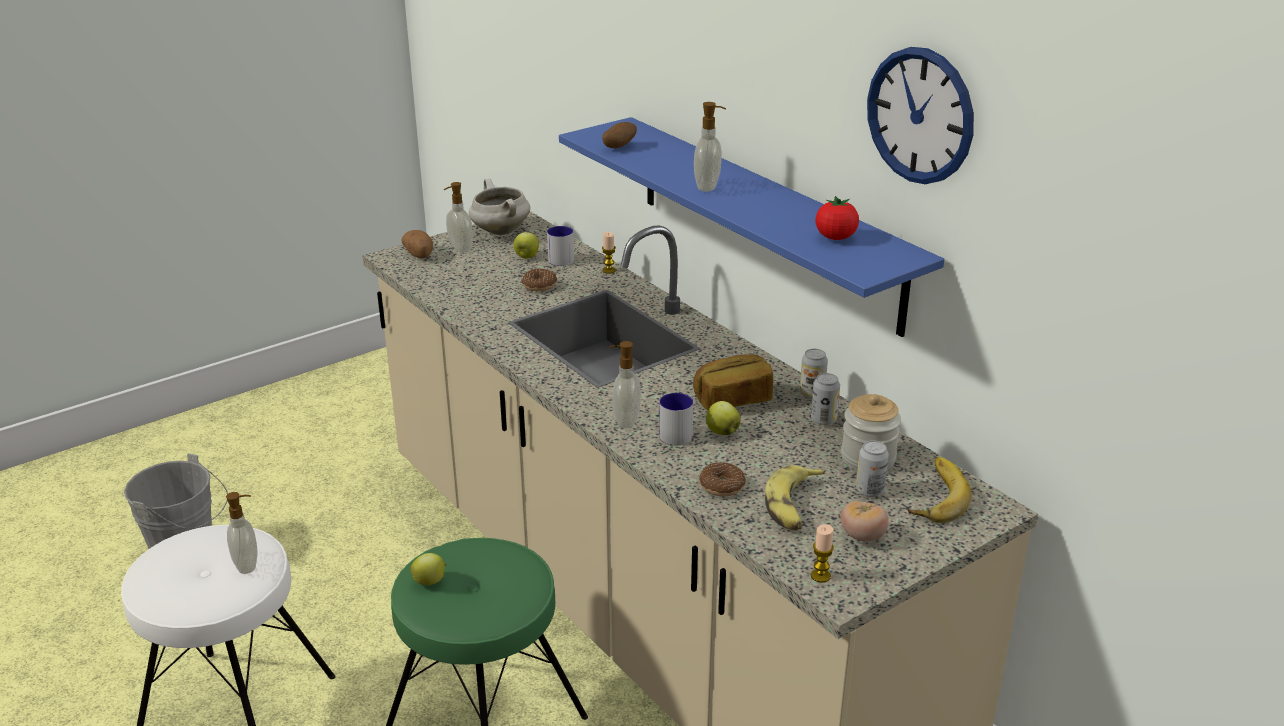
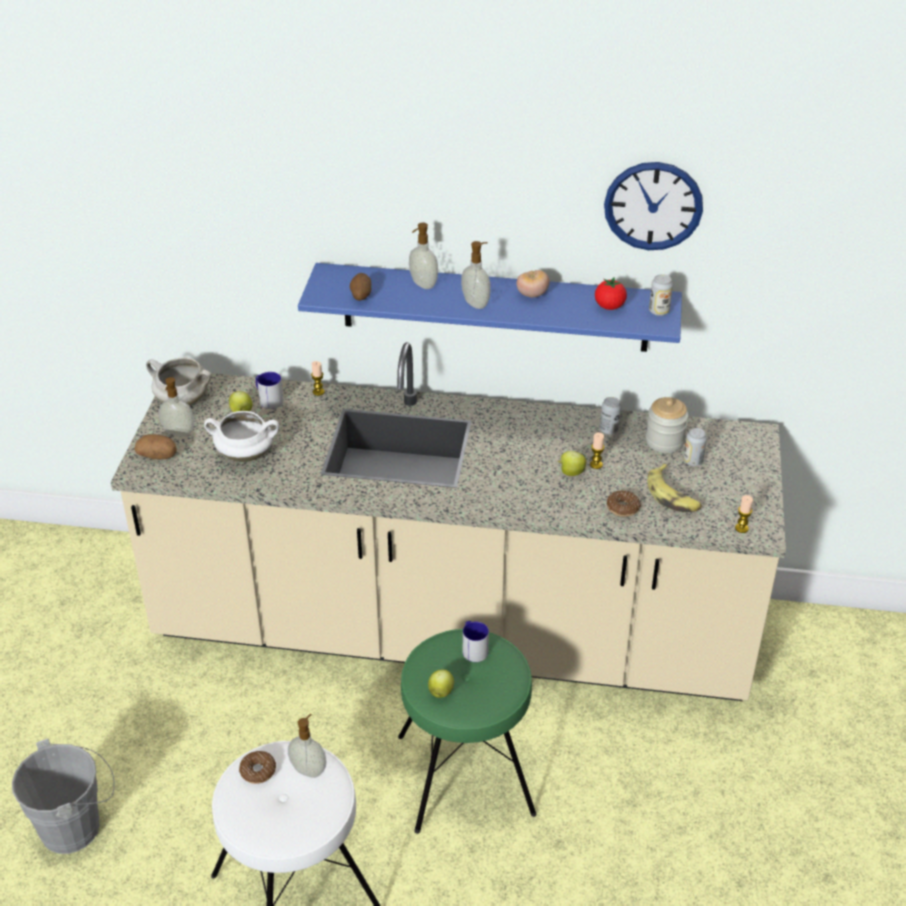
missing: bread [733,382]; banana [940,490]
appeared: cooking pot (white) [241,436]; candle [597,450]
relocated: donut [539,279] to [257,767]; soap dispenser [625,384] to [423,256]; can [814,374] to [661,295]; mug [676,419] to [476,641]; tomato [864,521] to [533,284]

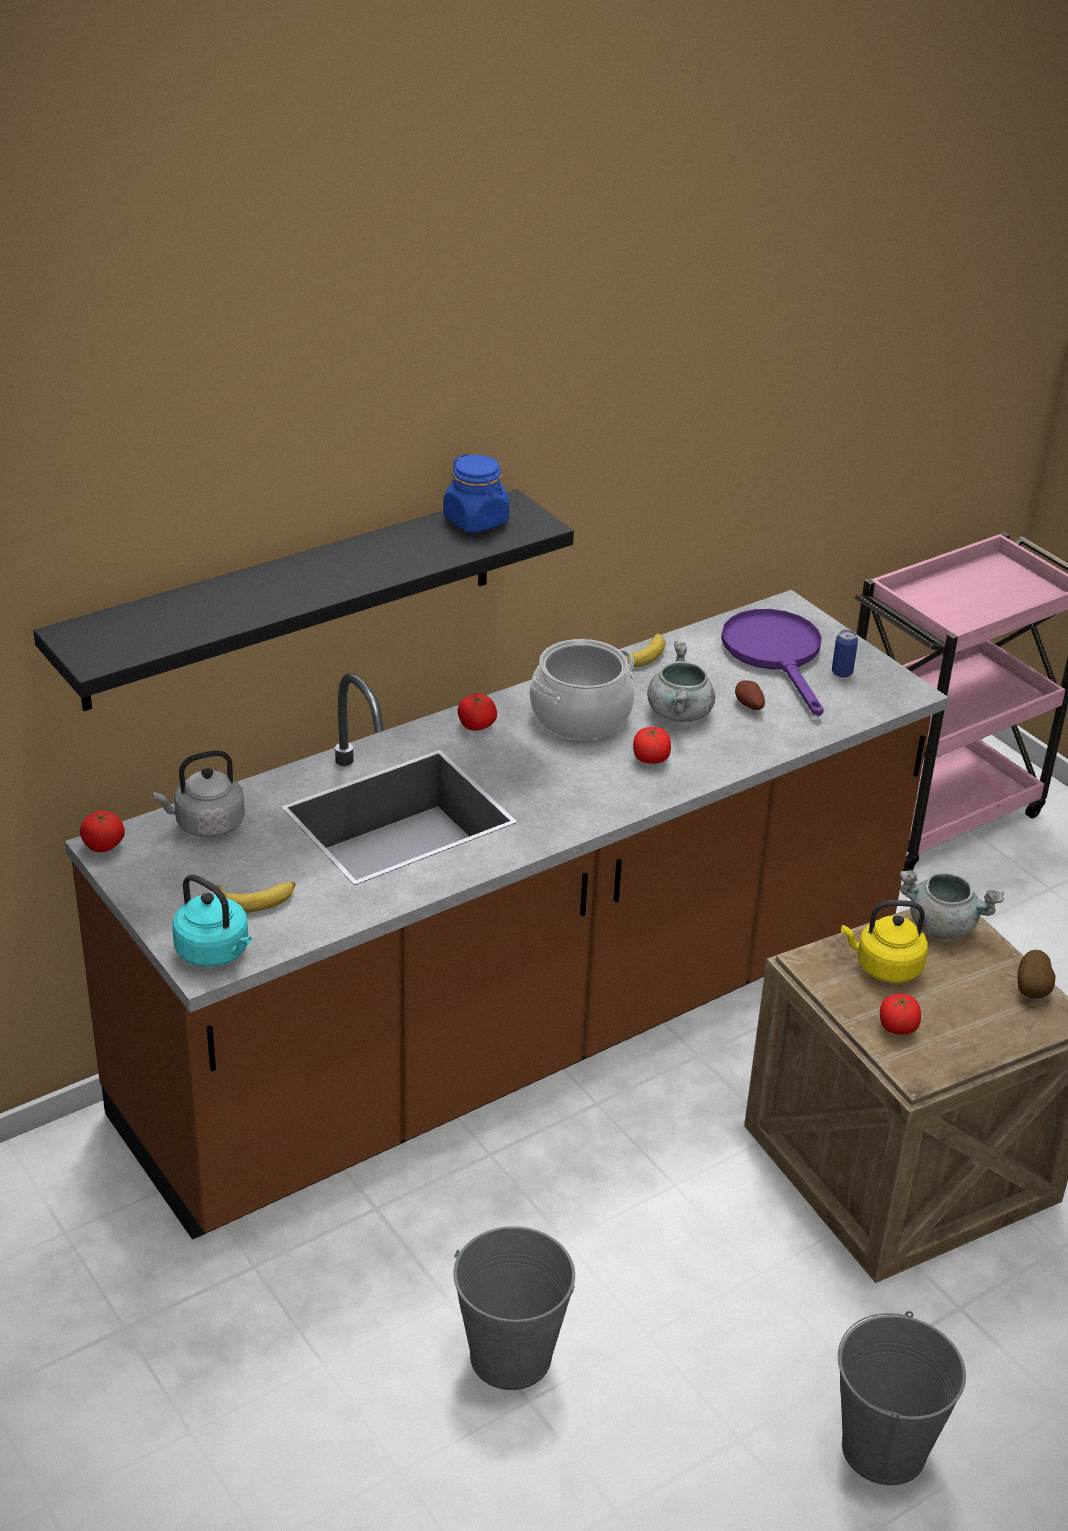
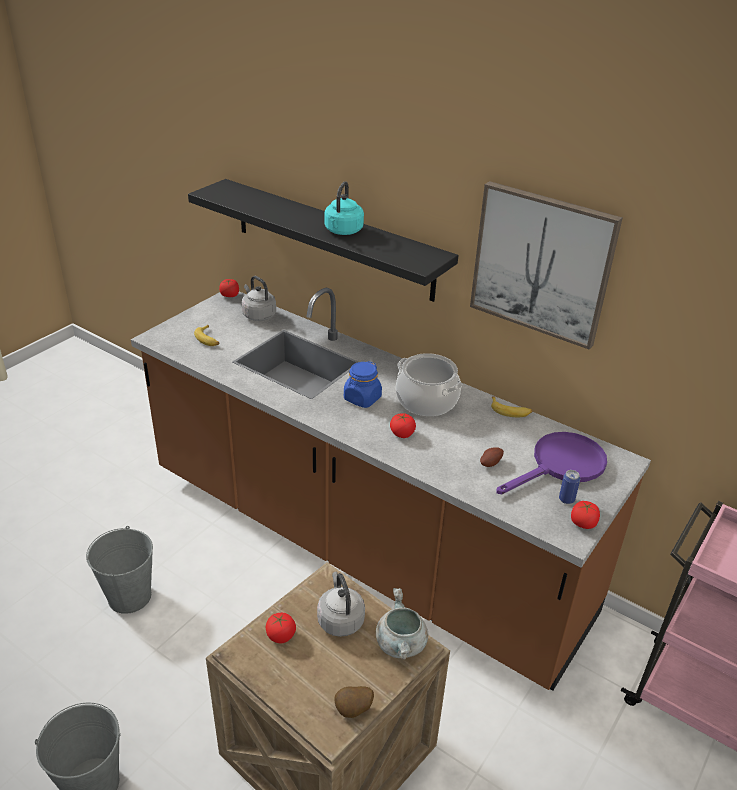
missing: cooking pot (grey) [681,681]
appeared: picture [546,265]
relocated: jar (blue) [476,493] to [363,384]; tomato [477,712] to [585,515]; kettle (turquoise) [212,920] to [344,208]
colour: kettle (yellow) [884,941] to kettle (grey) [341,604]

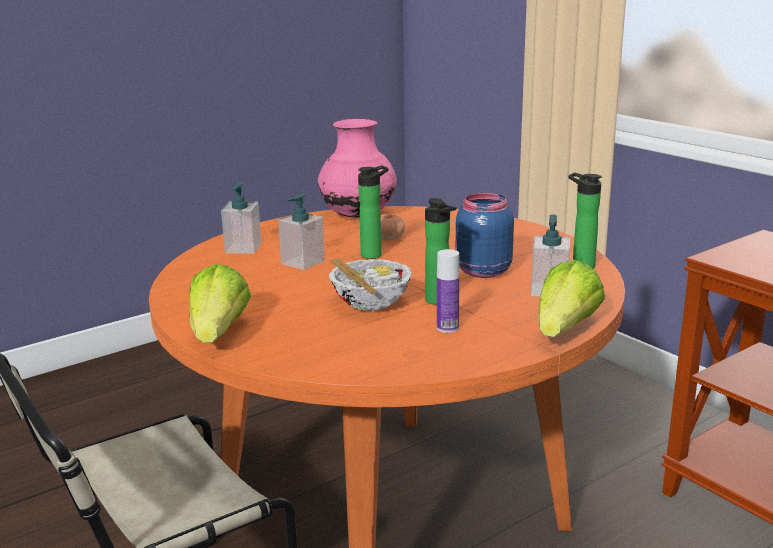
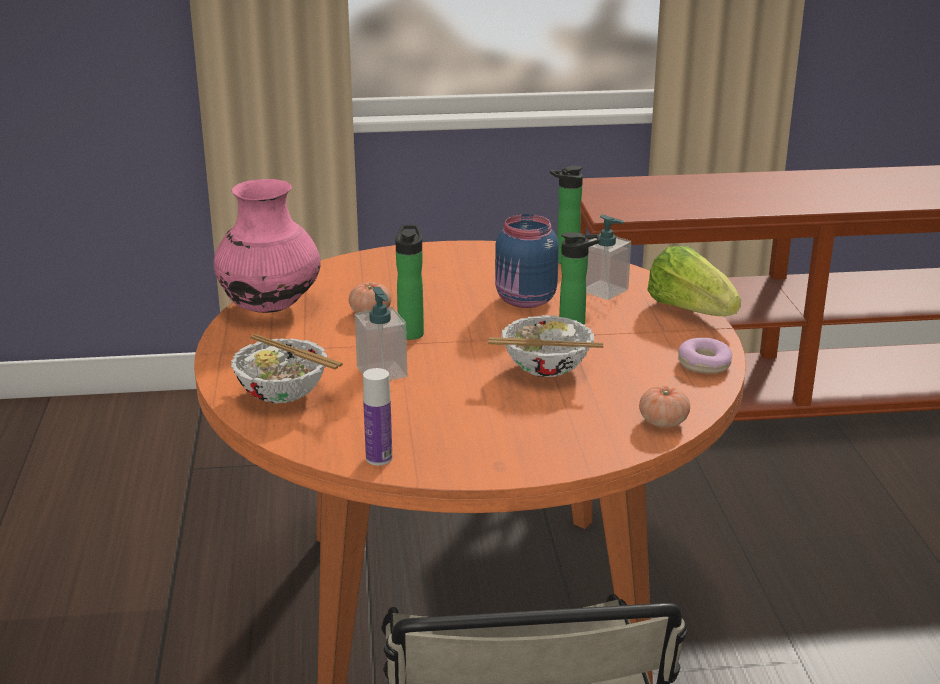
missing: lettuce [220,303]
appeared: donut [705,356]; tomato [664,406]
relocated: bottle [448,291] to [377,416]
exchanged: soap dispenser [241,218] to bowl [287,368]

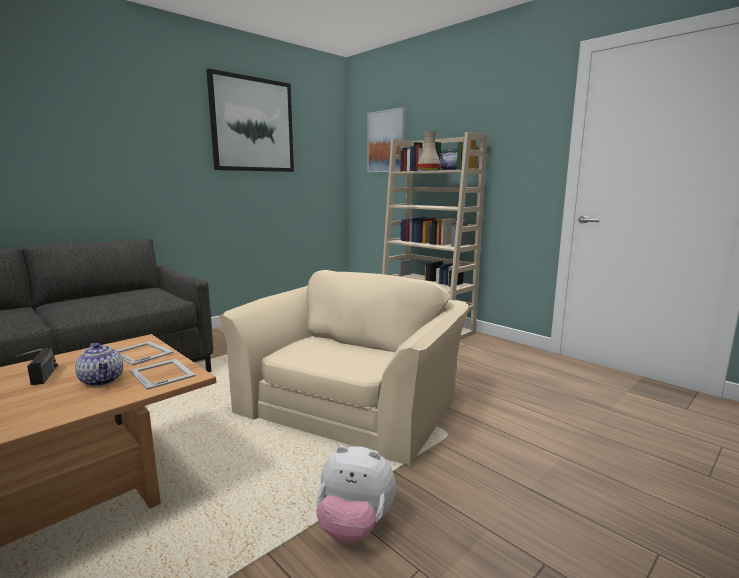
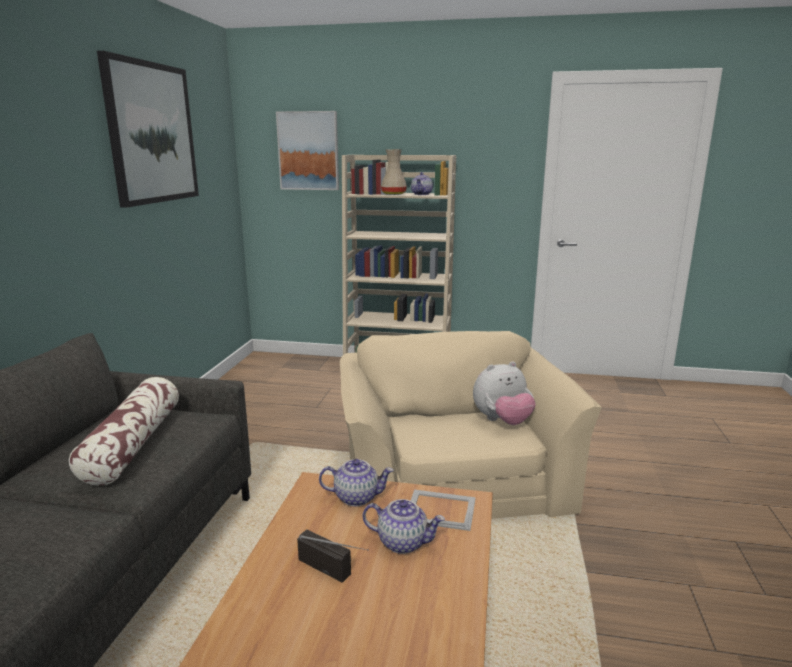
appeared: pillow [124,431]
relocated: plush toy [356,494] to [504,393]
exchanged: picture frame [145,353] to teapot [356,482]

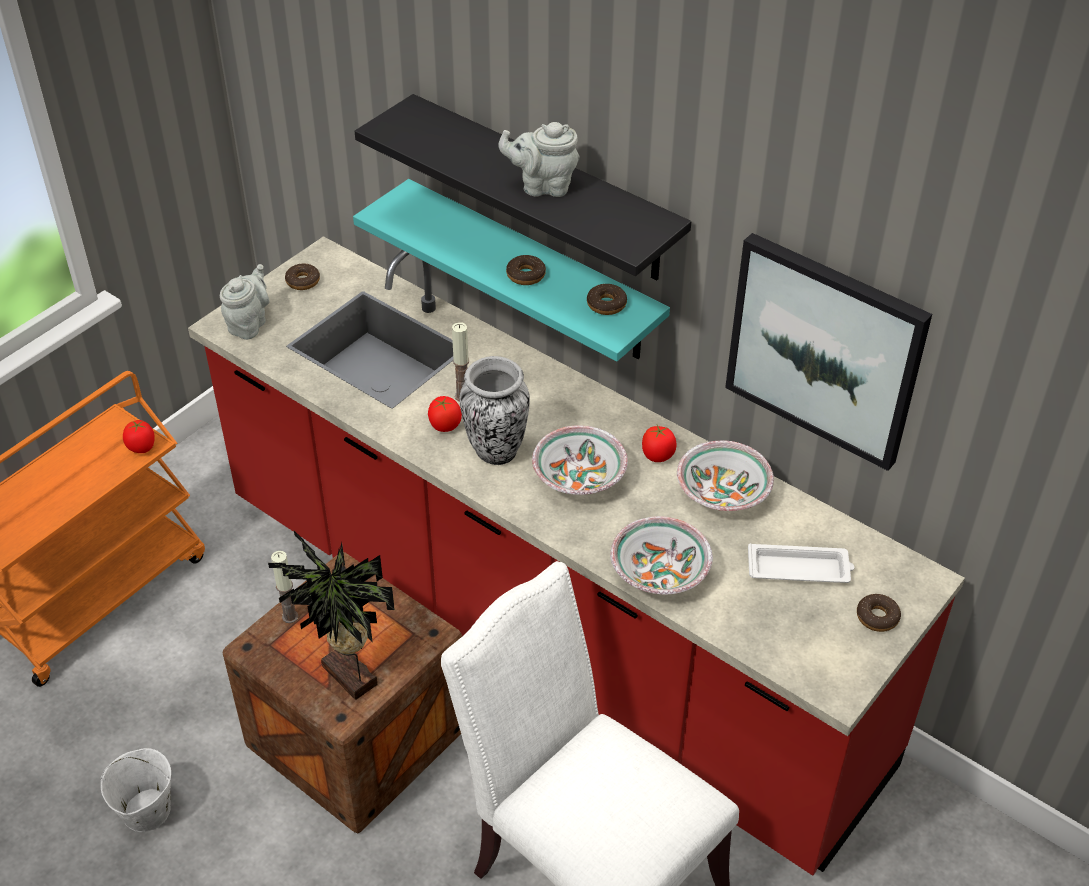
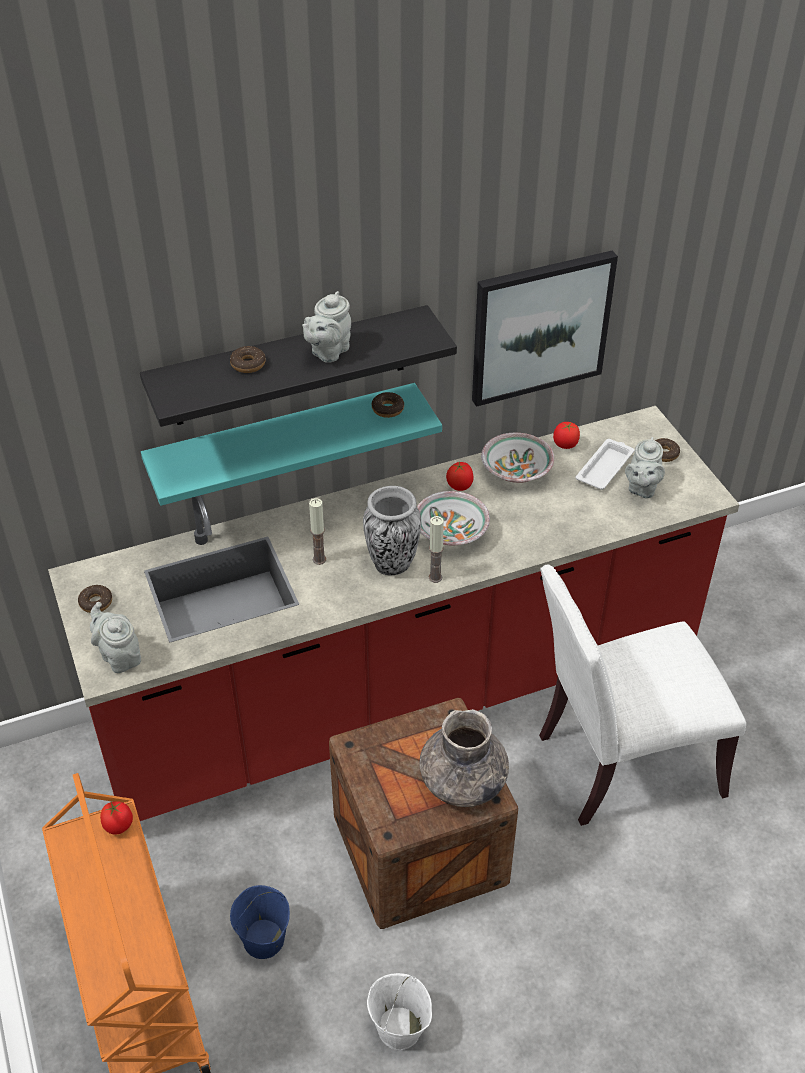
missing: bowl [661,555]
appeared: teapot (grey) [645,468]; bucket (blue) [260,922]
relocated: donut [526,270] to [248,359]; tomato [445,414] to [566,435]; candle [284,587] to [436,549]
exchanged: potted plant [331,615] to vase (grey) [464,758]

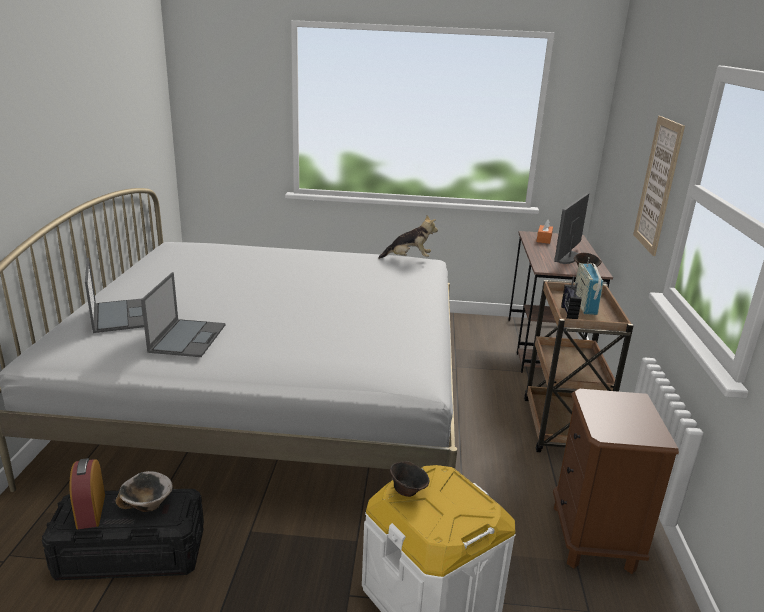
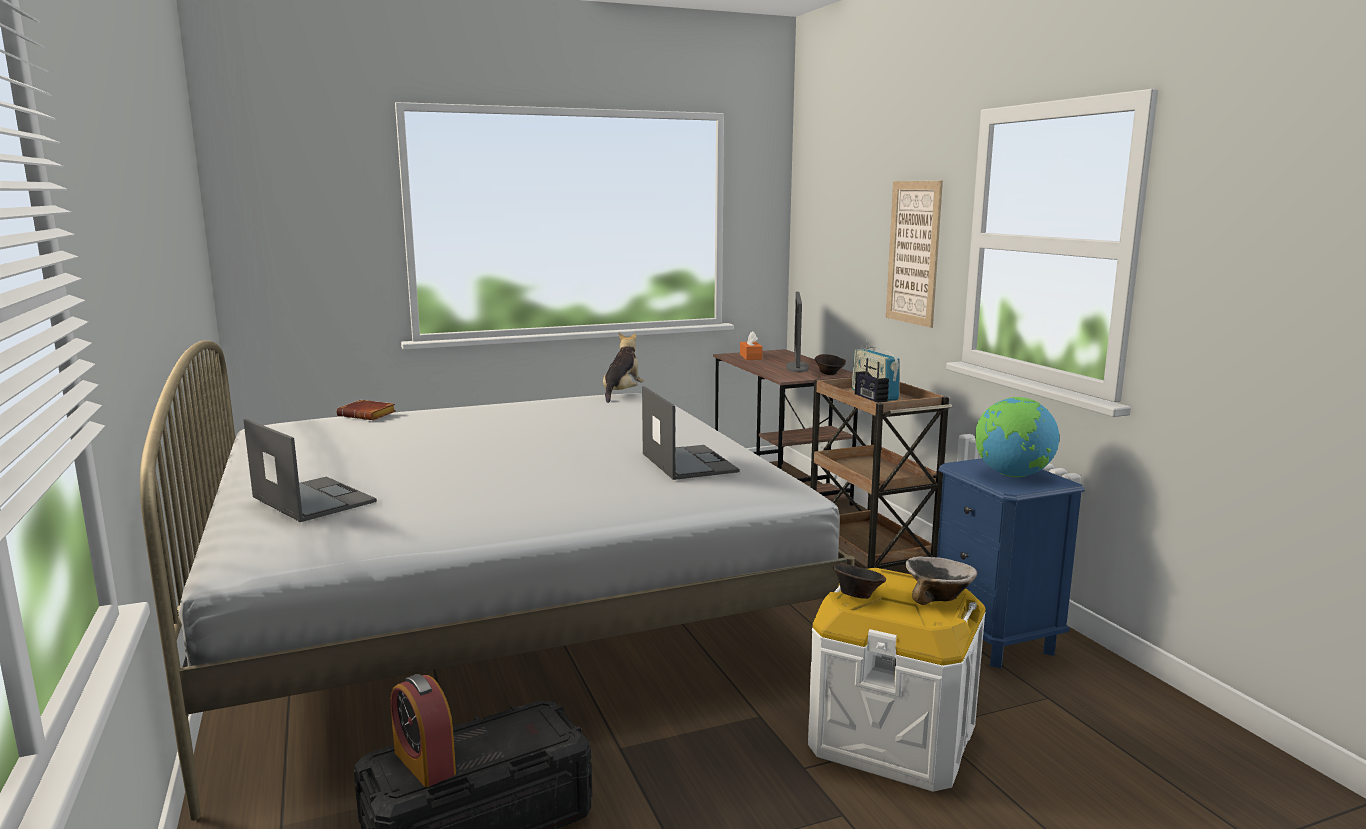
appeared: globe [1017,437]; book (brown) [366,410]
relocated: laptop [183,314] to [690,433]; bowl [144,491] to [941,581]
colour: nightstand (brown) [616,481] to nightstand (blue) [1011,563]
spun: plush toy [408,237] = [623,368] 45 degrees counterclockwise

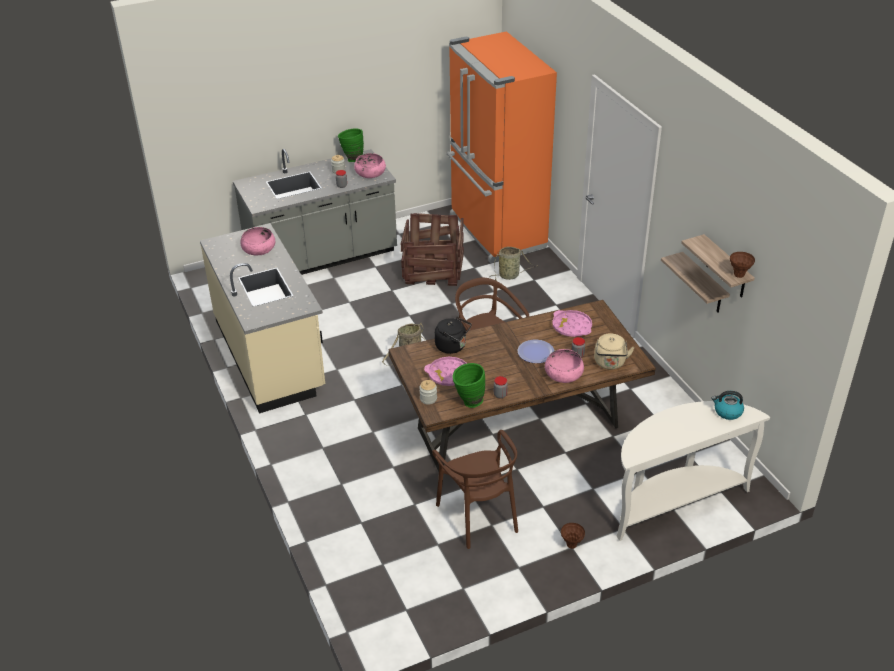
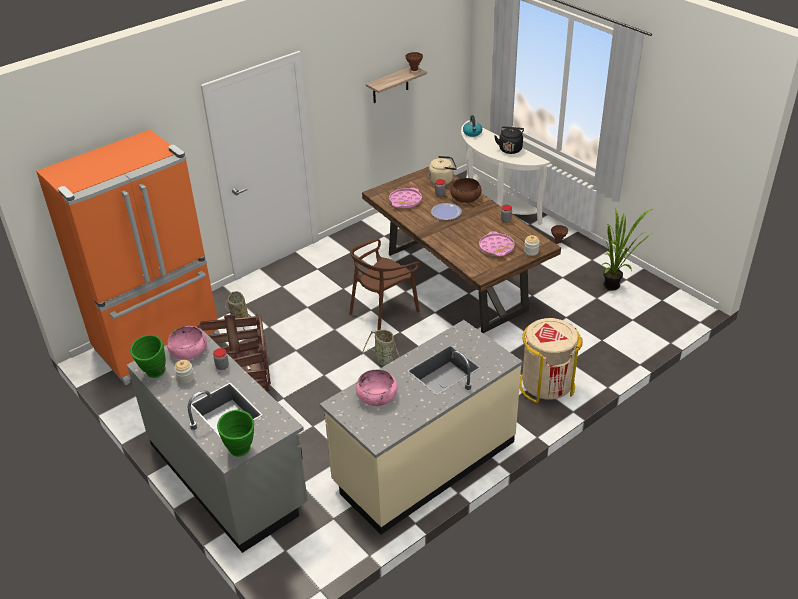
missing: shelf [695,282]; chair (brown) [475,489]
appeared: potted plant [627,249]; trash can (beige) [551,360]
relocated: kettle (black) [453,335] to [509,140]; vase (green) [469,385] to [235,433]
colour: bowl (pink) [564,366] to bowl (brown) [466,190]

